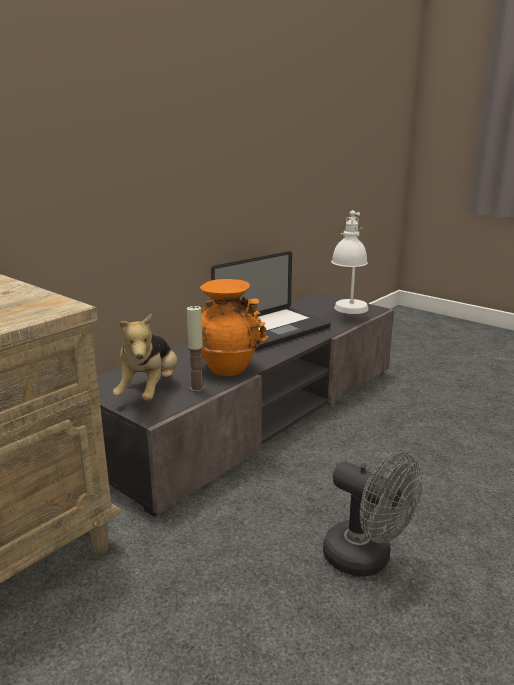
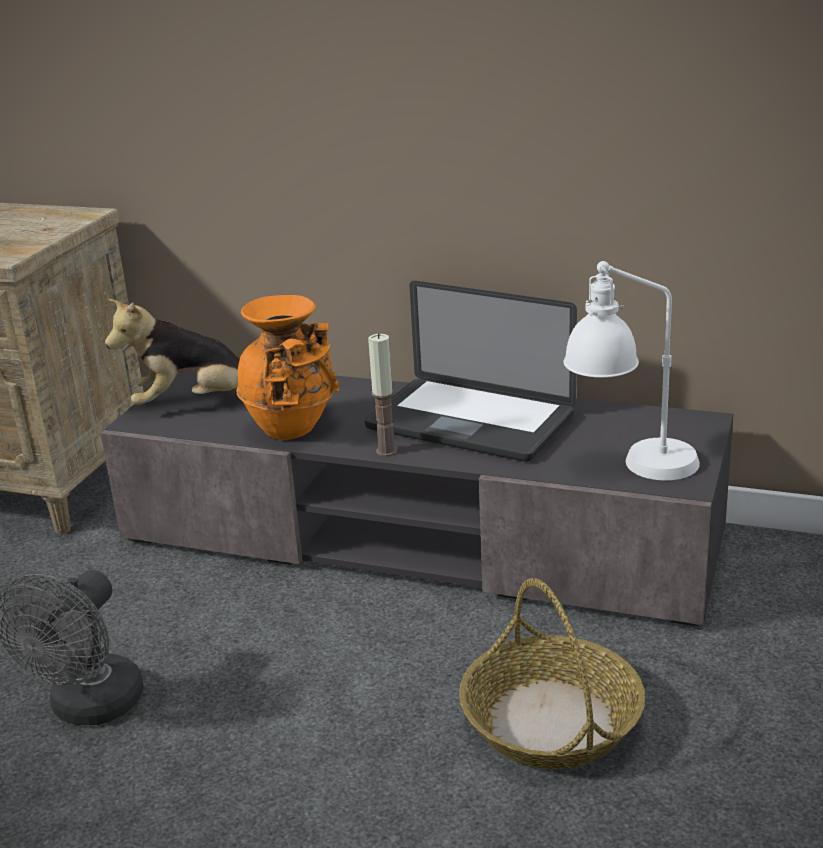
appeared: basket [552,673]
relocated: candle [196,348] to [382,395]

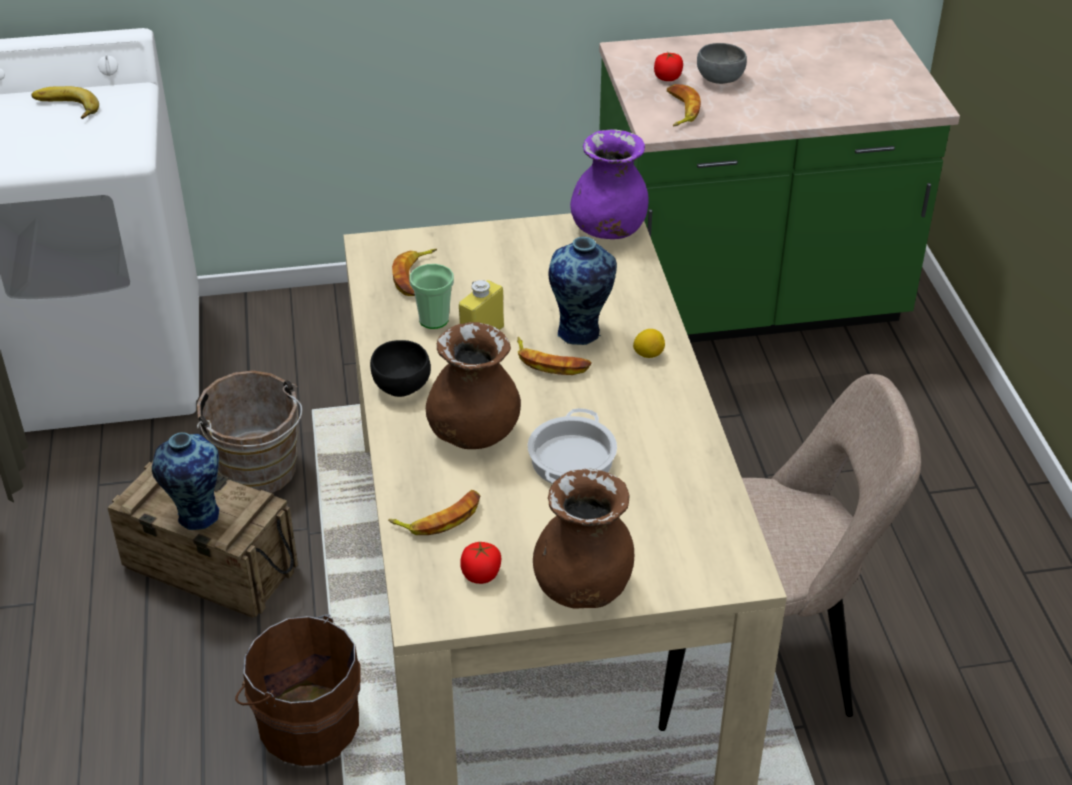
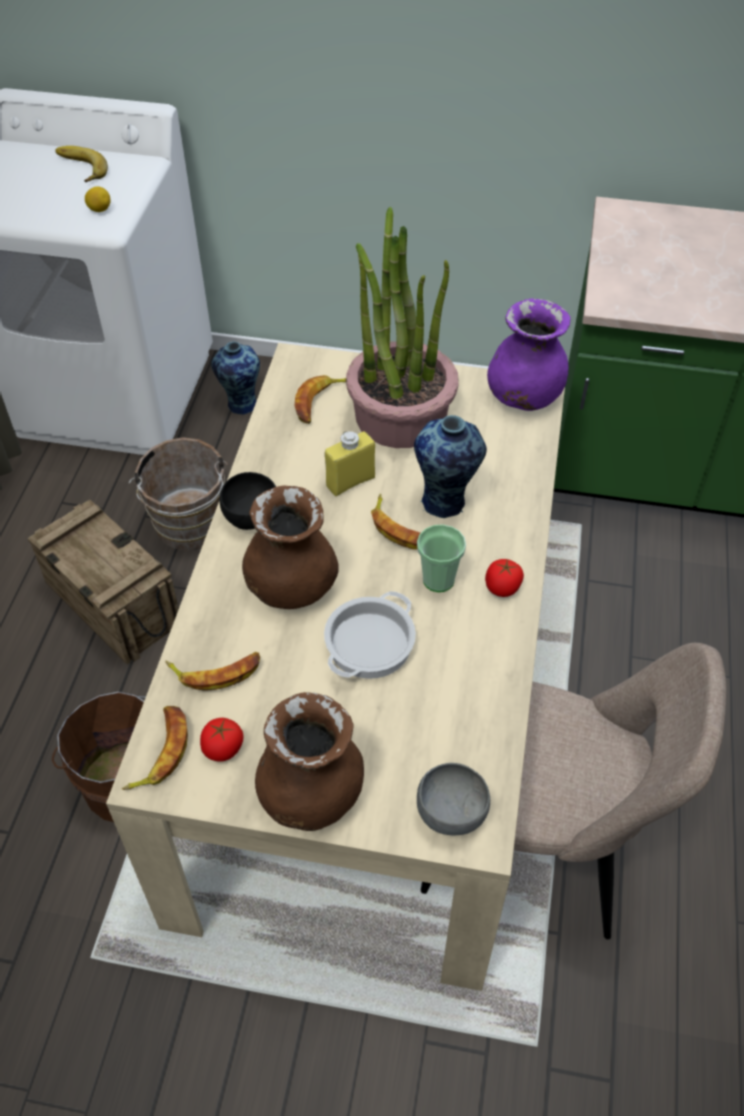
appeared: potted plant [402,327]
relocated: bowl (grey) [722,63] to [453,799]; tomato [668,66] to [504,578]; banana [684,105] to [155,748]; cup [431,296] to [441,558]; lemon [649,343] to [97,199]; vase [185,481] to [235,378]

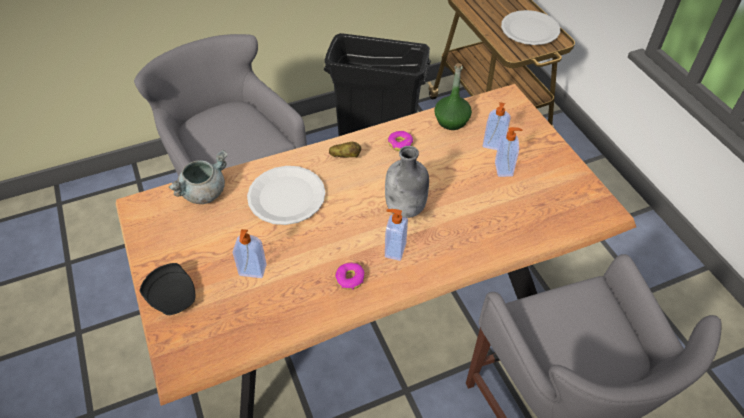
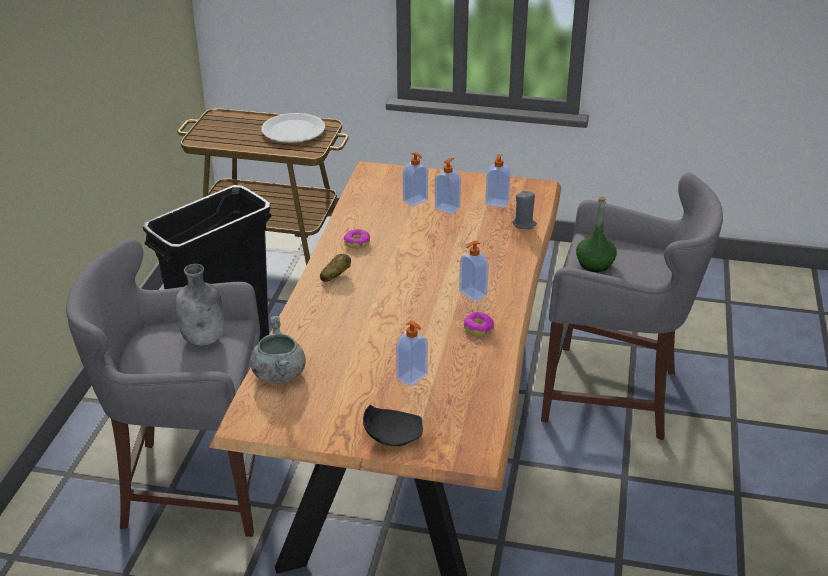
missing: plate (white) [286,195]
appeared: soap dispenser [498,181]; candle (grey) [524,210]
relocated: bottle (green) [453,96] to [596,234]; bottle (grey) [407,182] to [199,305]

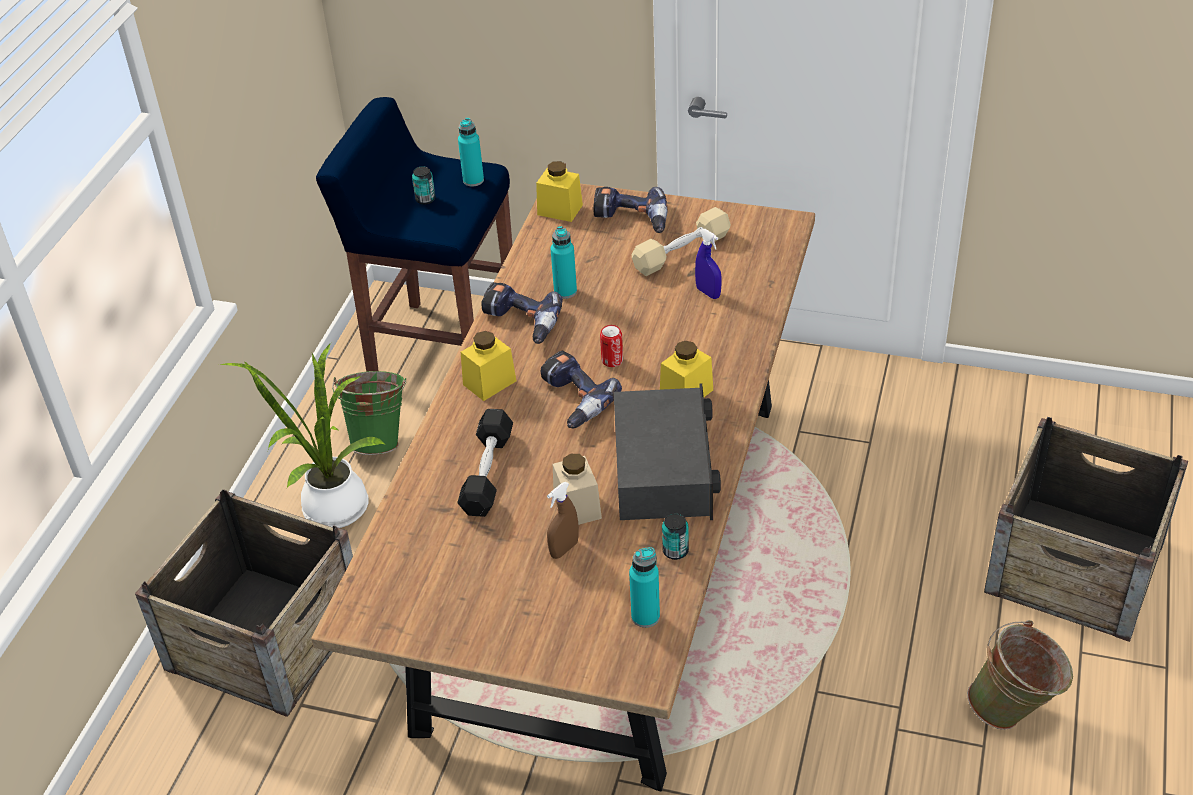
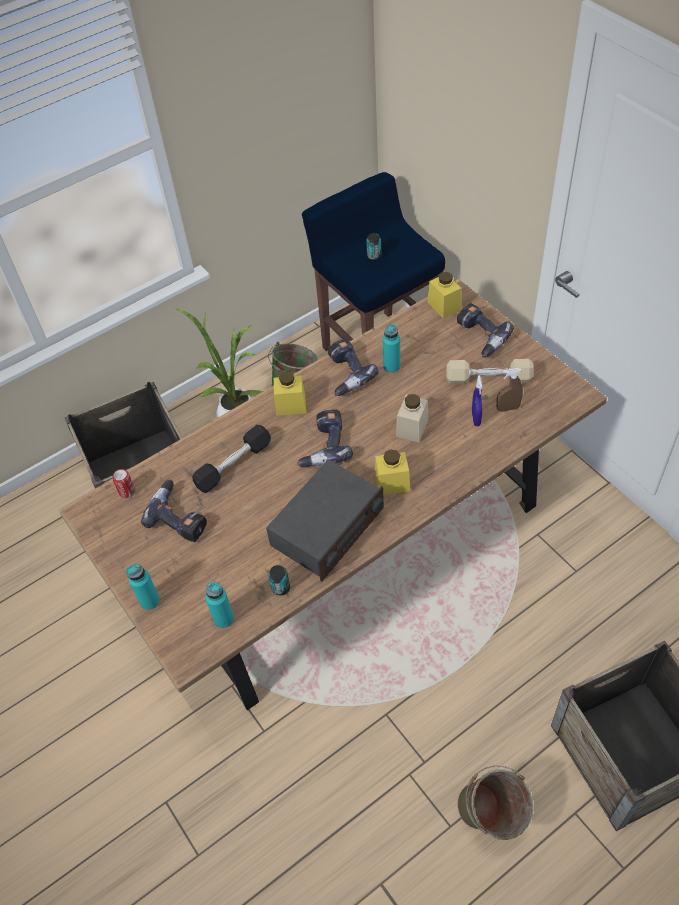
appeared: power drill [174,510]
relocated: bottle (turquoise) [471,152] to [143,586]; can [611,346] to [124,483]; jar (beige) [577,489] to [412,418]; spray bottle (brown) [563,520] to [509,390]

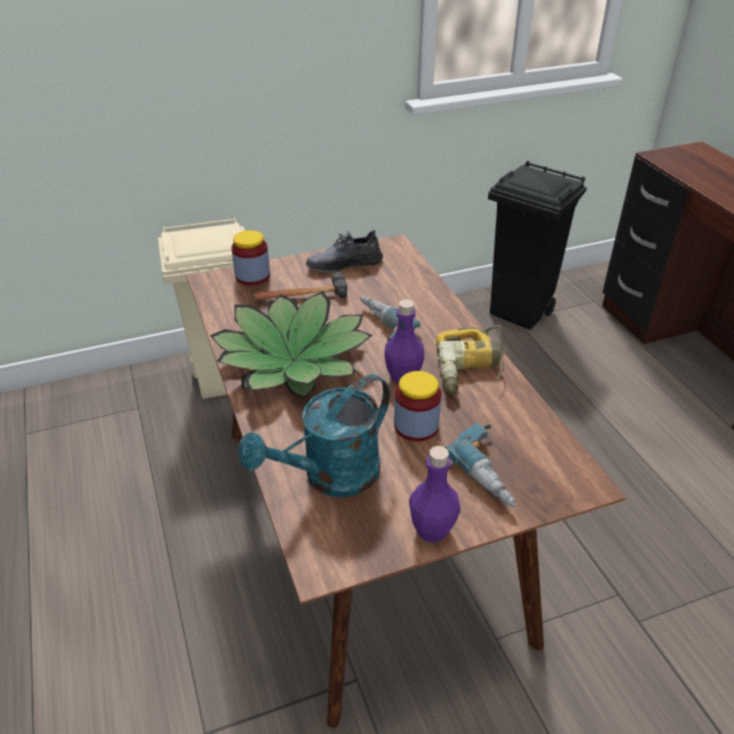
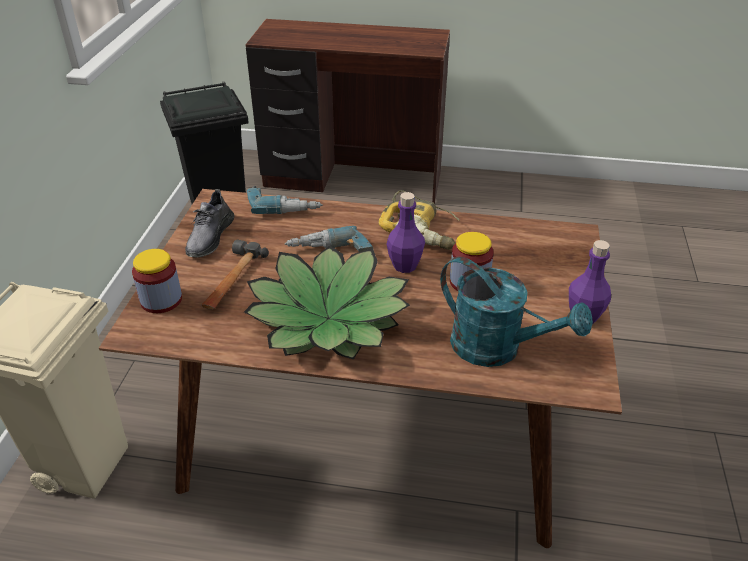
relocated: power drill [480,465] to [285,200]
spun: watering can (turquoise) [314,435] = [516,312] 45 degrees counterclockwise

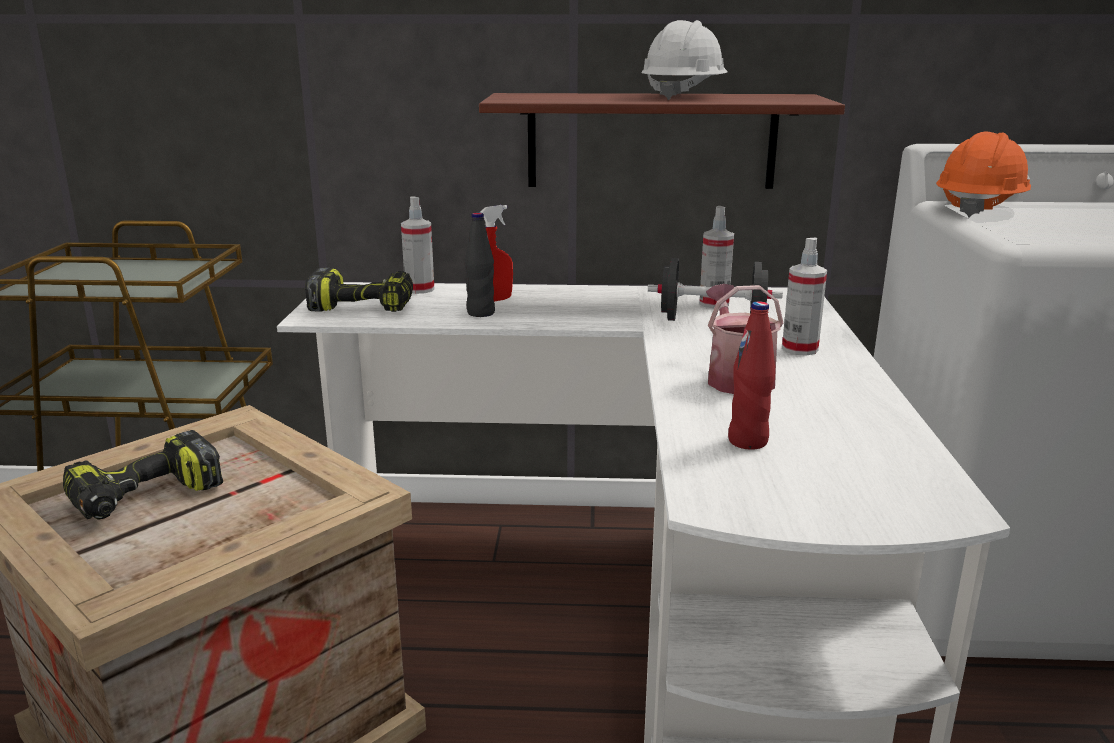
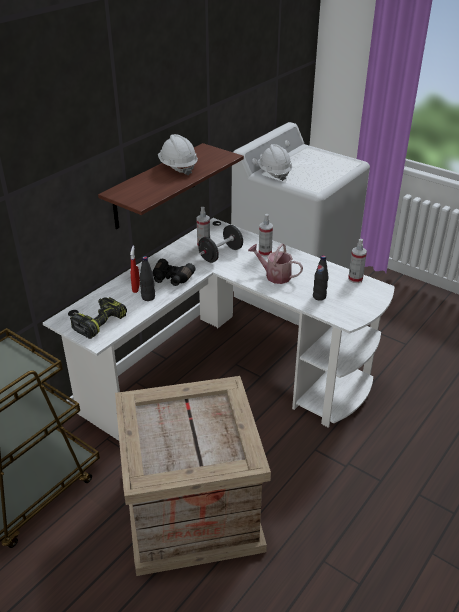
missing: power drill [143,475]
appeared: binoculars (black) [174,272]
relocated: spray bottle [417,245] to [357,261]
colour: hard hat (orange) [983,175] to hard hat (white) [275,162]; bottle (red) [751,375] to bottle (black) [321,278]

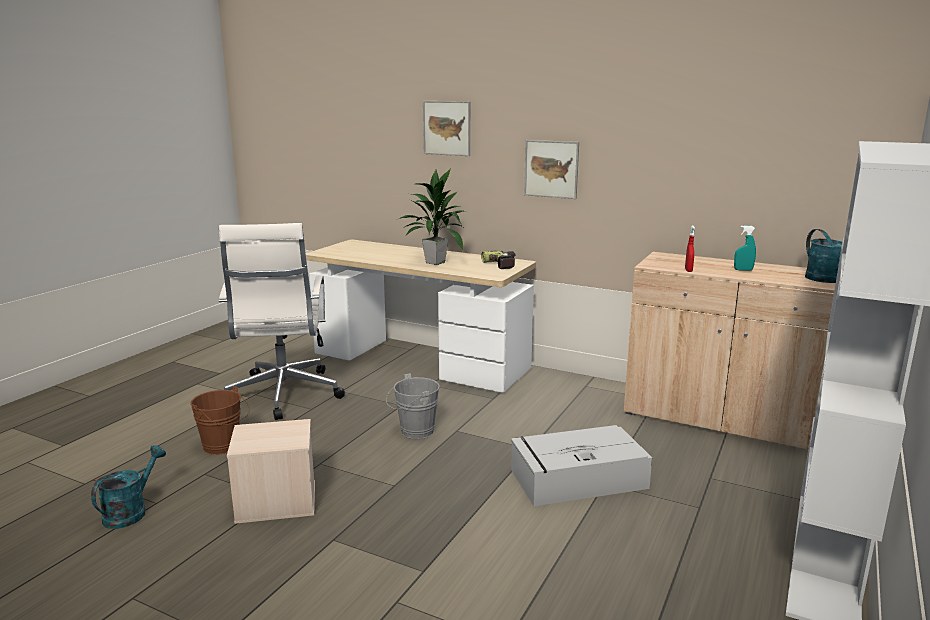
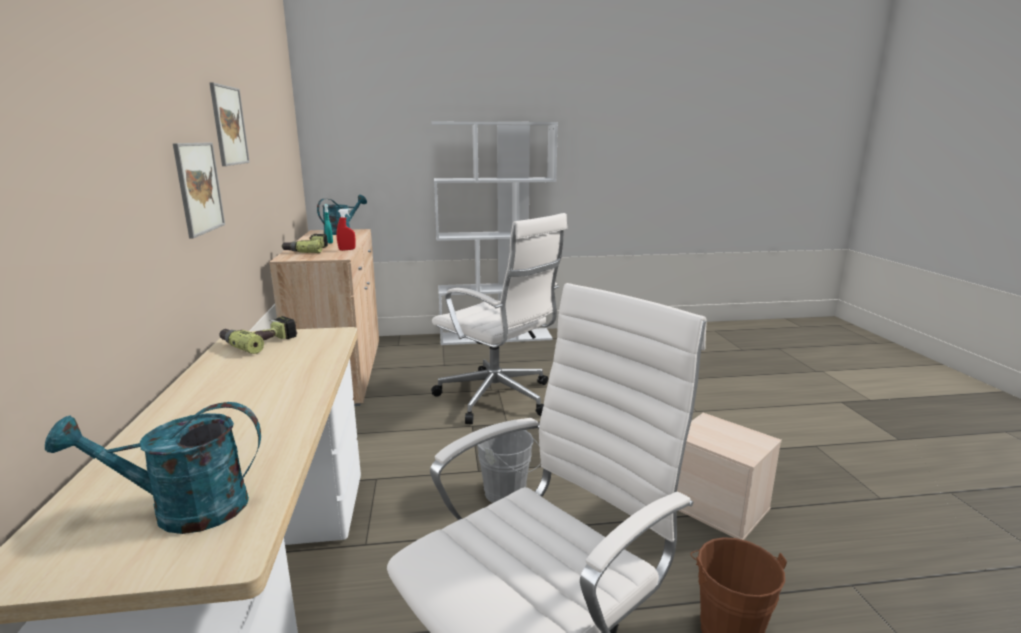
missing: potted plant [432,216]
appeared: power drill [305,243]
relocated: picture [446,128] to [229,124]; watering can (turquoise) [128,487] to [153,468]
exchanged: storage box (grey) [581,465] to office chair (white) [499,318]

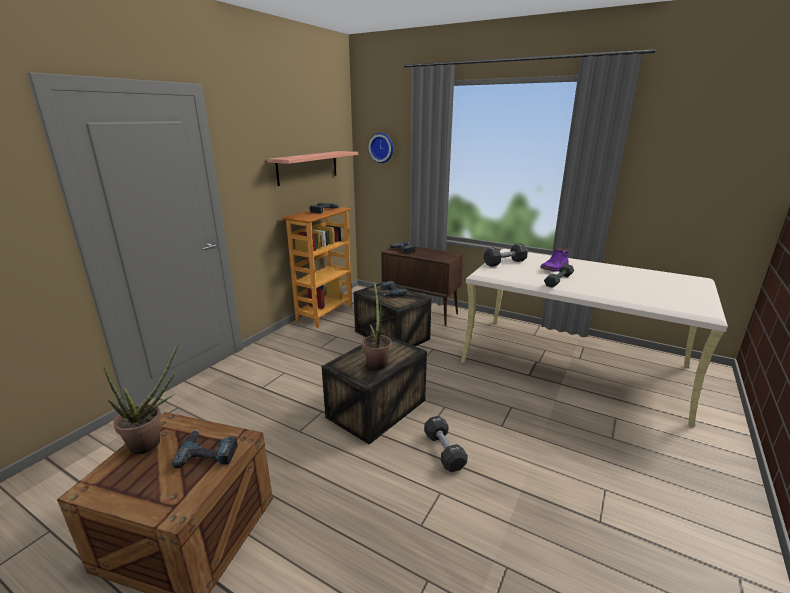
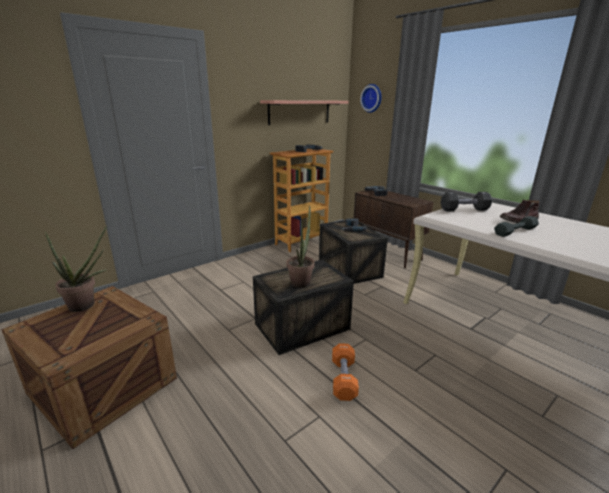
missing: power drill [205,448]
colour: boot (purple) [554,260] to boot (brown) [519,211]; dumbbell (black) [446,444] to dumbbell (orange) [345,372]

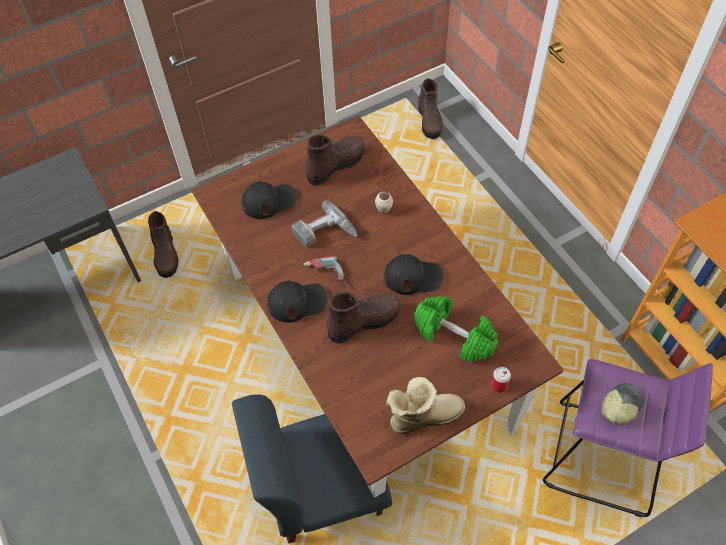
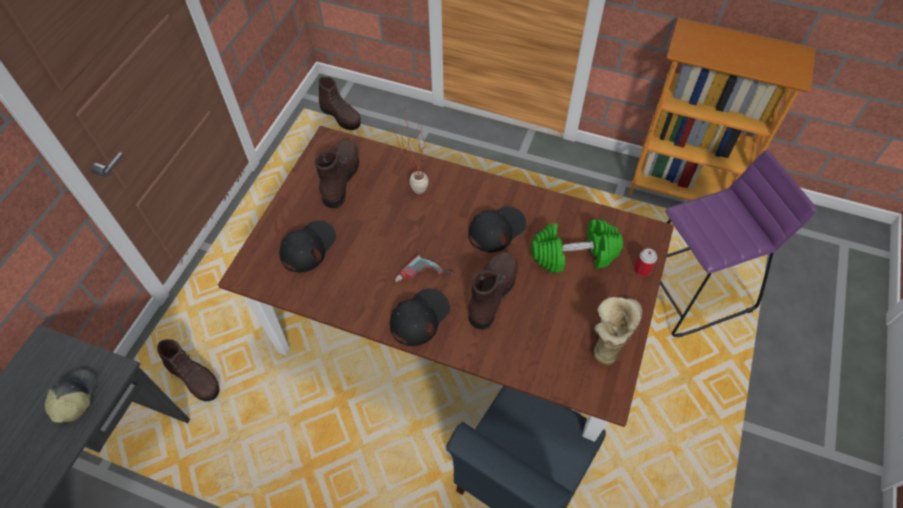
missing: power drill [324,223]
relocated: cap [622,404] to [71,396]

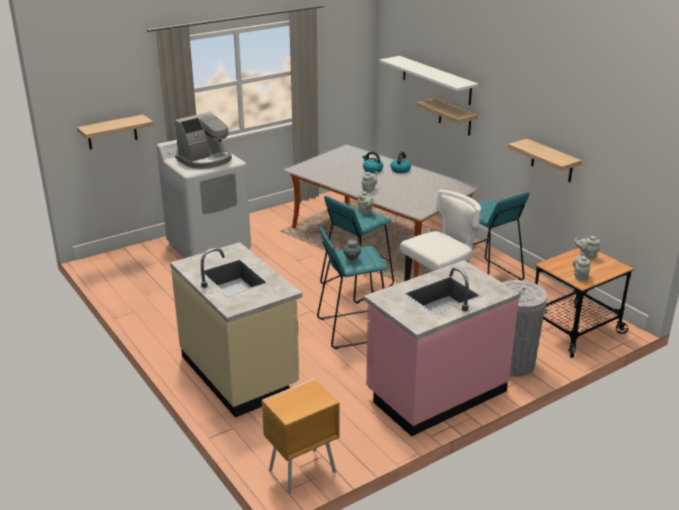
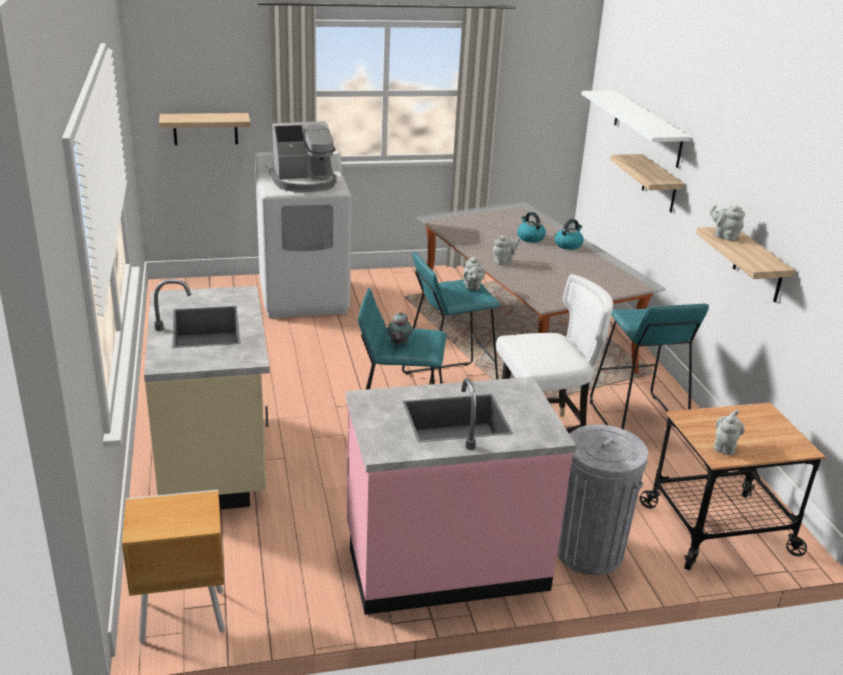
relocated: teapot (grey) [587,248] to [727,223]

